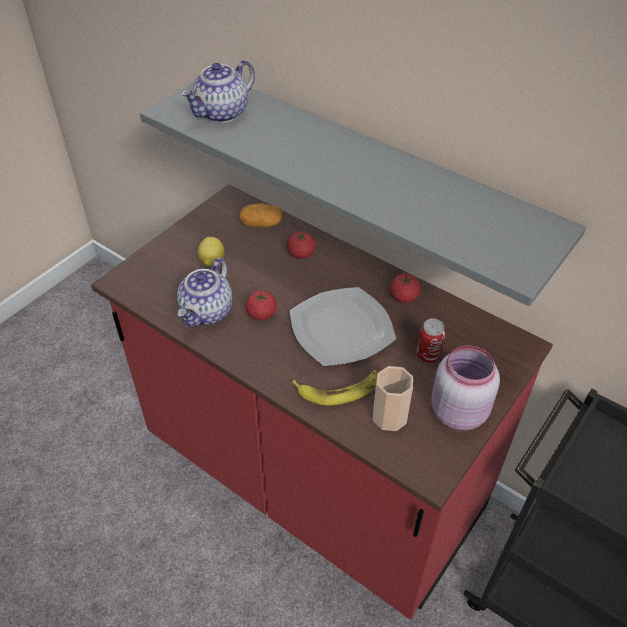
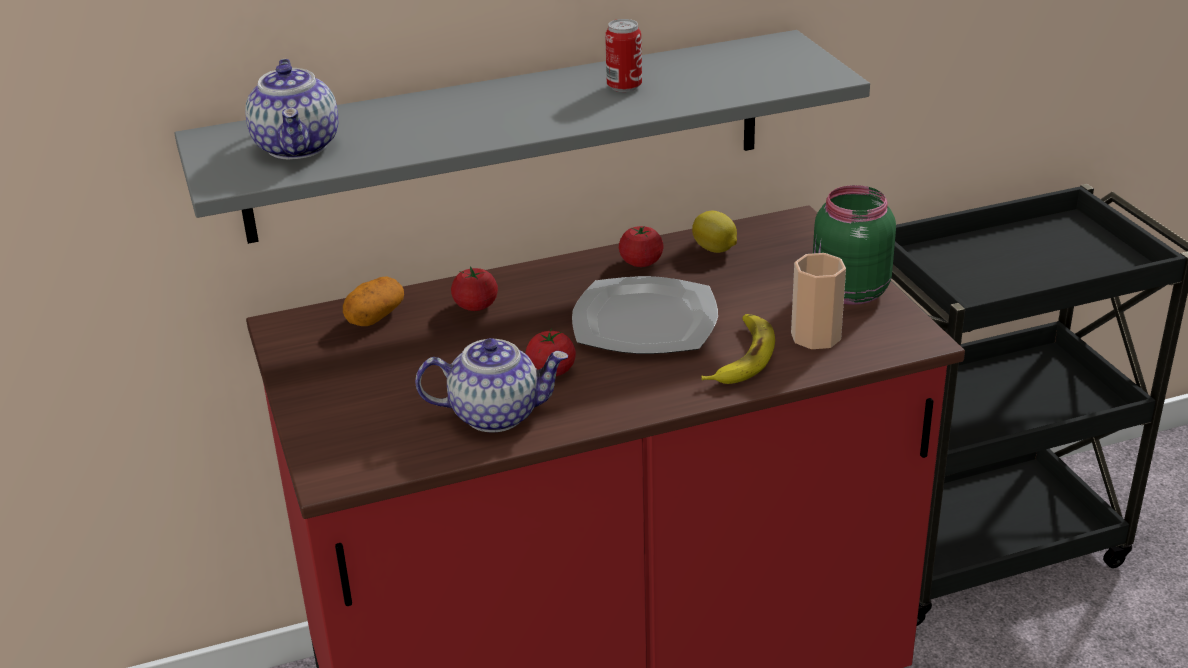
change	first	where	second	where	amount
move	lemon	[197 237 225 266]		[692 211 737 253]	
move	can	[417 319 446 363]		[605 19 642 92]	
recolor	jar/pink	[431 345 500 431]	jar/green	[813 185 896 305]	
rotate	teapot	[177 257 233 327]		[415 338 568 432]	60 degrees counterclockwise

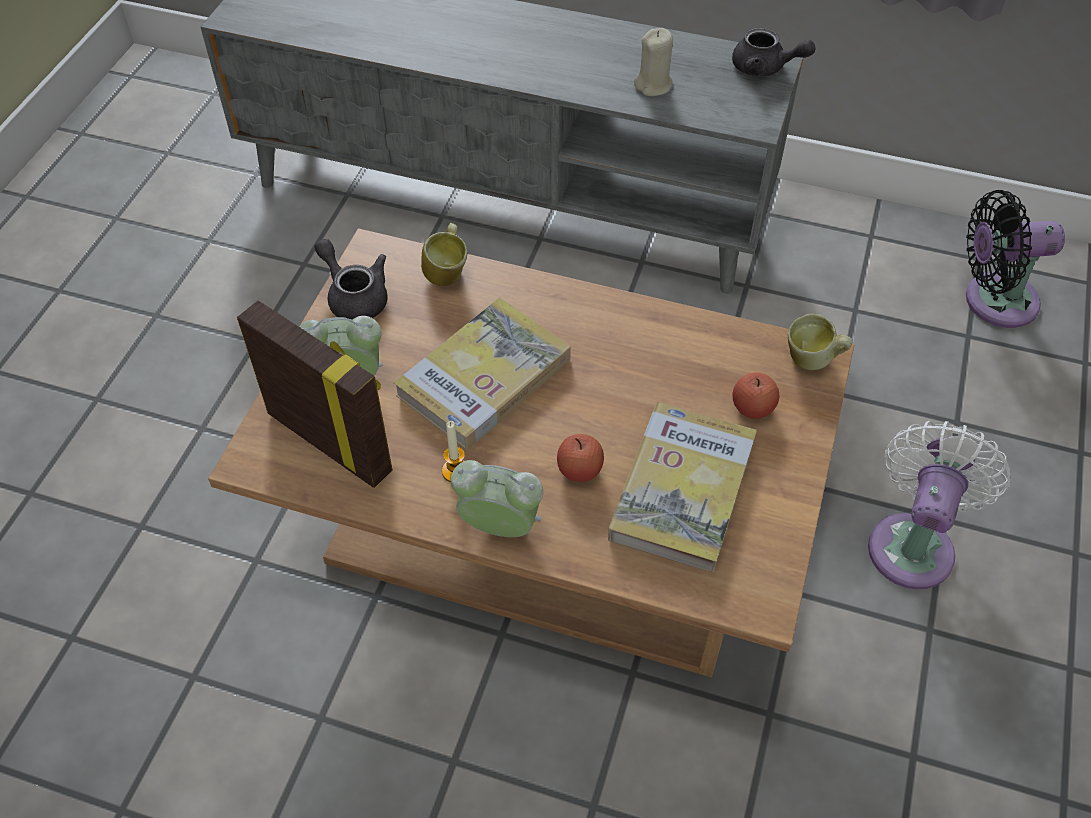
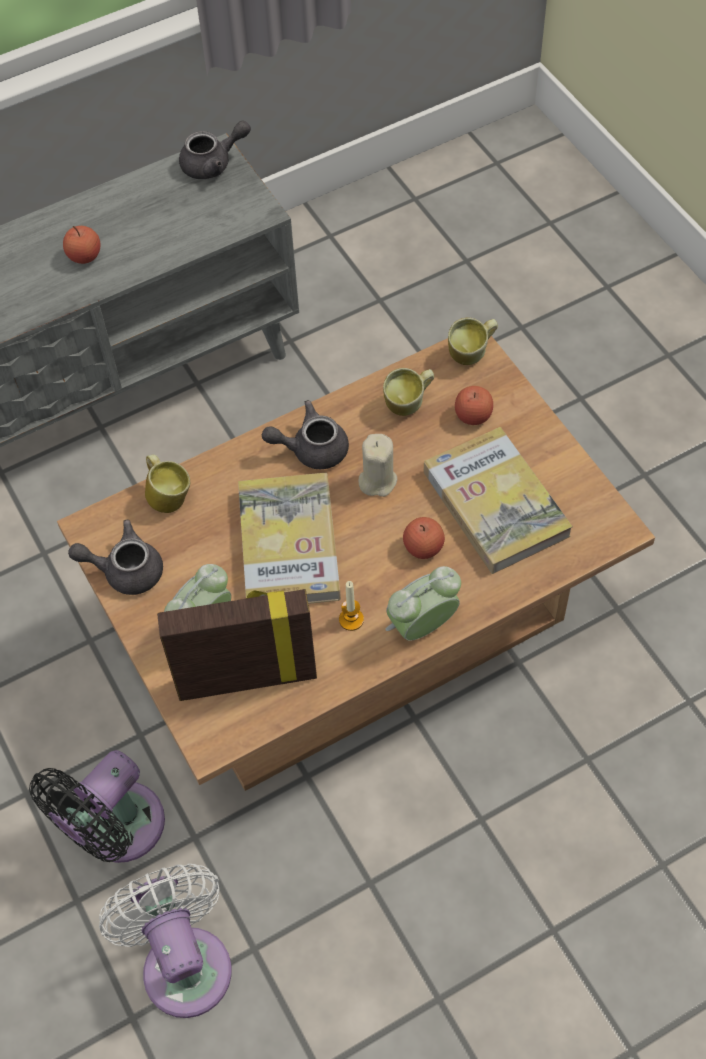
change	first	where	second	where	amount
insert			apple	[63 226 101 264]	
insert			teapot/grey	[262 400 349 469]	
insert			mug	[383 368 434 416]	
move	candle/beige	[634 28 673 96]		[358 434 397 497]	
move	fan/white	[868 421 1011 589]		[99 864 232 1018]	
move	fan/black	[966 190 1065 328]		[29 750 165 863]	

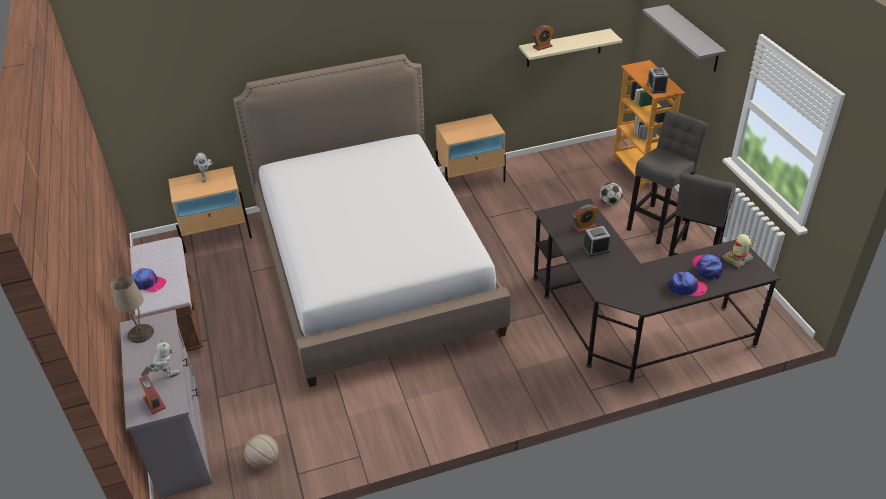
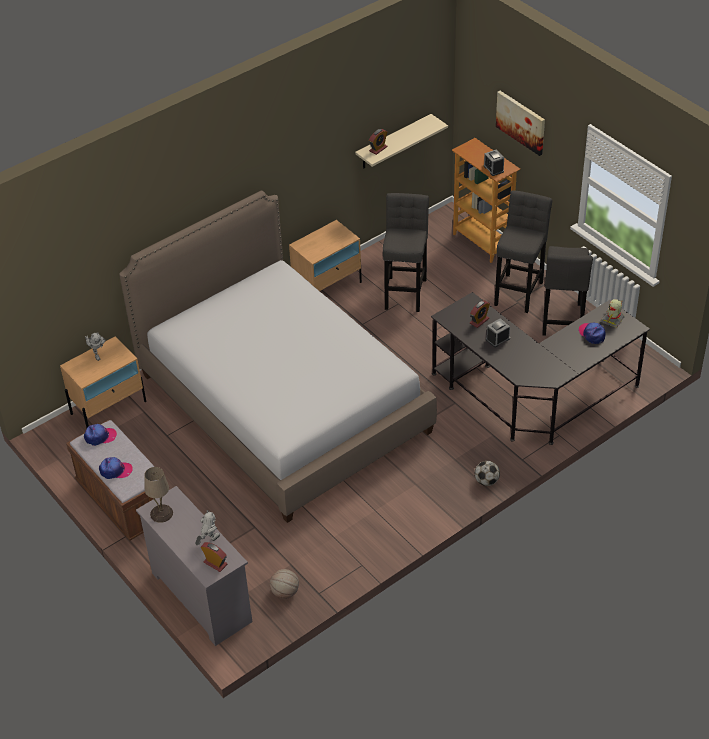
change	first	where	second	where	amount
insert			stool/grey	[383 193 429 312]	
move	football	[599 182 623 205]		[475 461 500 486]	
move	cap	[669 272 707 296]		[84 424 117 446]	
replace	shelf/grey	[643 5 726 72]	picture	[496 91 545 156]	

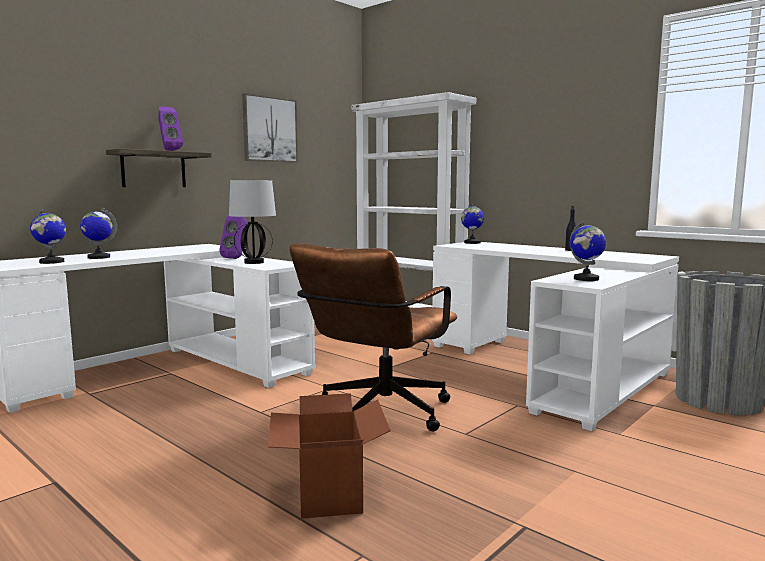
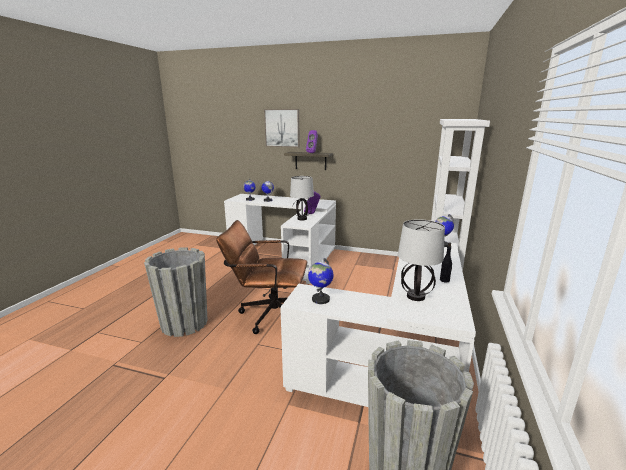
change	first	where	second	where	amount
insert			table lamp	[398 219 445 301]	
move	picture	[242 93 298 163]		[264 109 300 147]	
replace	cardboard box	[268 393 390 519]	planter/grey	[144 248 208 337]	

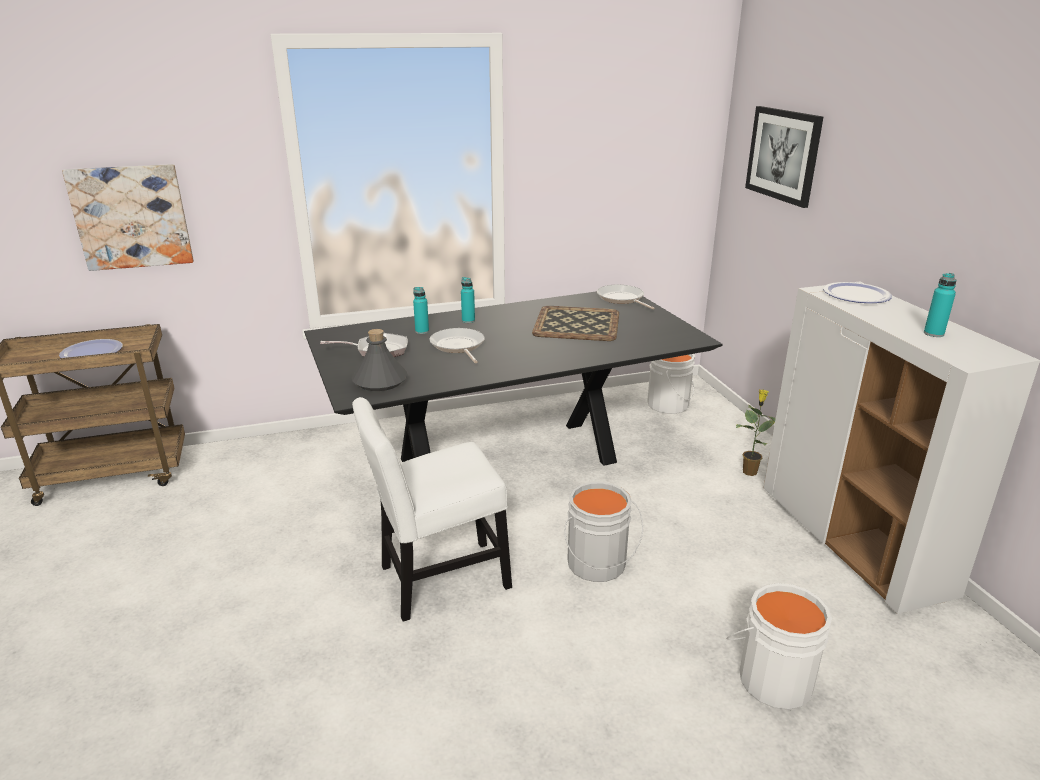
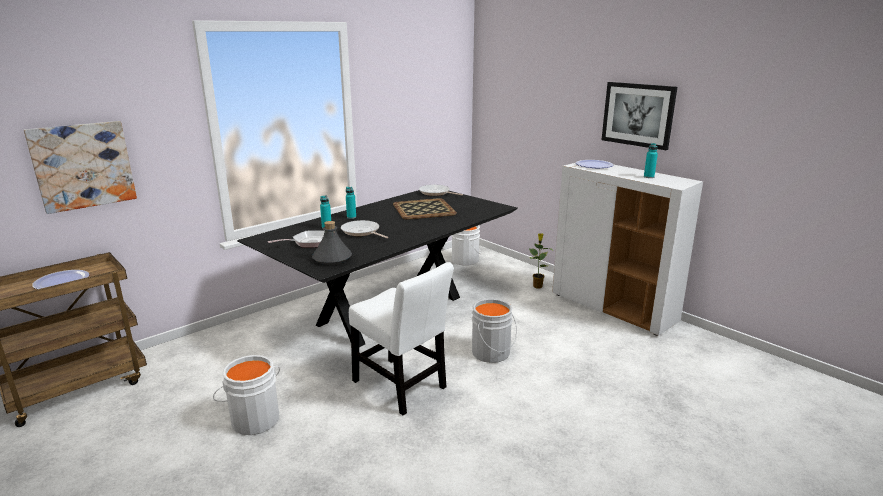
change	first	where	second	where	amount
move	bucket/white	[727 583 832 710]		[213 355 280 435]	
move	picture	[745 106 823 208]		[602 82 677 150]	
rotate	chair/white	[352 397 512 622]		[349 262 454 415]	90 degrees counterclockwise

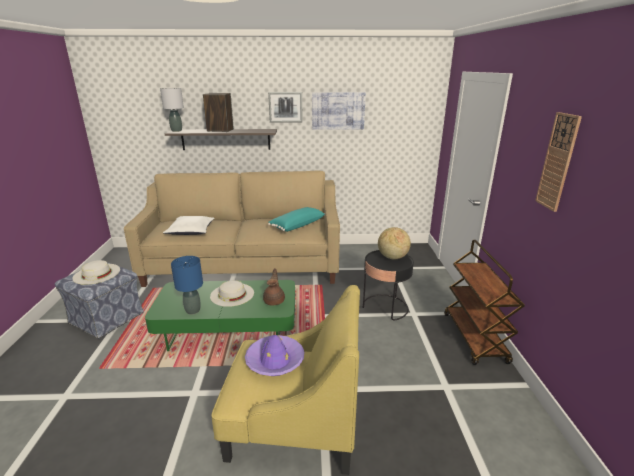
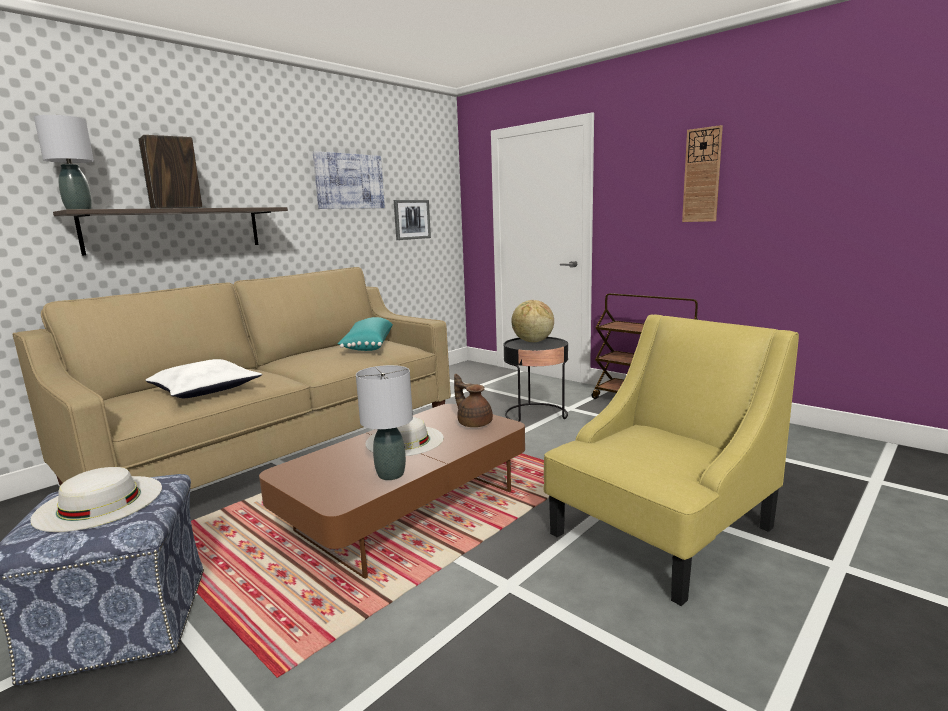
change	first	where	second	where	amount
delete	hat/purple	[245 335 304 376]			
move	picture	[268 92 303 123]		[394 200 431 240]	
recolor	coffee table/green	[145 280 295 351]	coffee table/brown	[259 404 525 579]	
recolor	table lamp/blue	[171 256 203 315]	table lamp/grey	[356 365 413 480]	

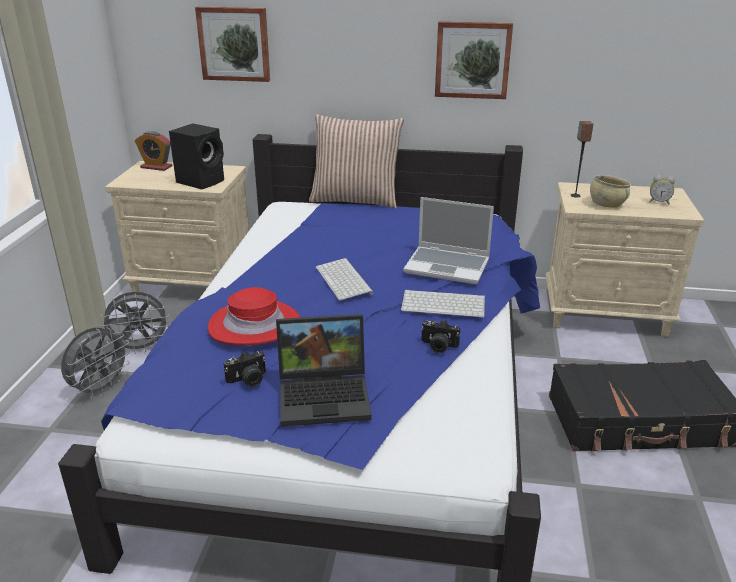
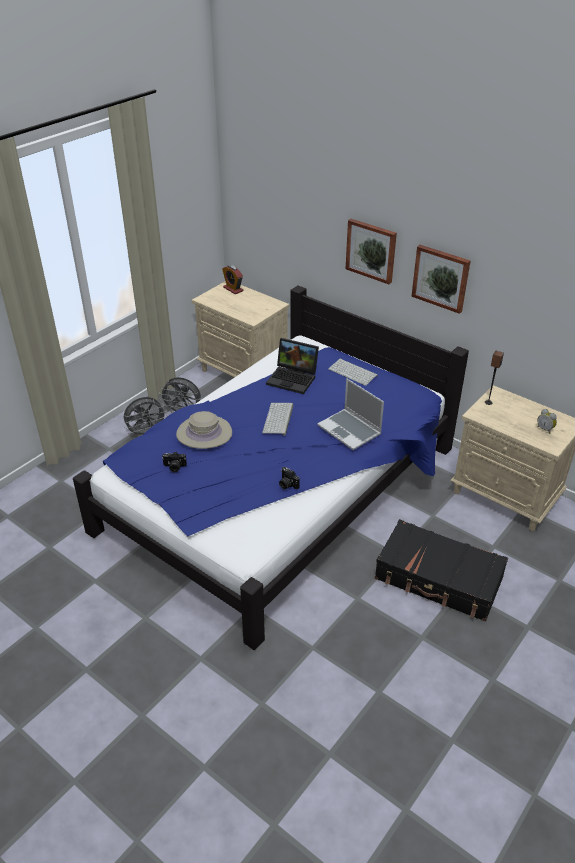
change	first	where	second	where	amount
delete	speaker/black	[169 123 224 189]			
delete	pillow	[309 114 404 209]			
delete	bowl/beige	[590 175 631 208]			
move	picture	[195 7 270 82]		[346 219 397 284]	
move	laptop	[276 314 371 427]		[266 338 319 394]	
move	keyboard	[401 290 485 317]		[328 359 378 386]	
recolor	hat/red	[208 287 301 345]	hat/beige	[176 411 232 449]	

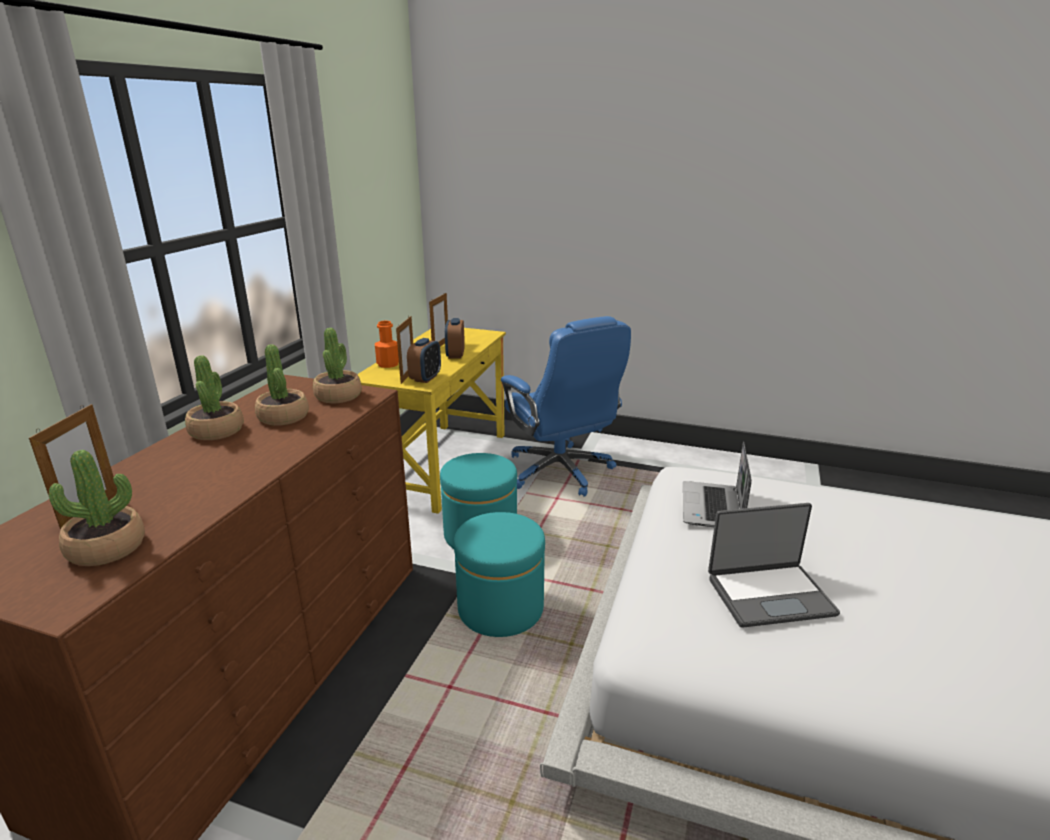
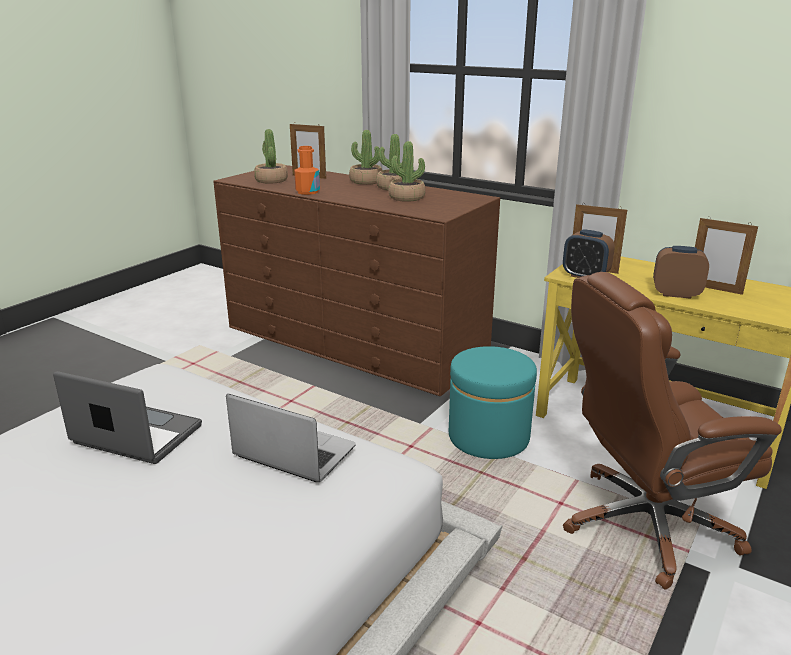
change	first	where	second	where	amount
delete	ottoman/turquoise	[454 512 545 637]			
move	potted plant	[313 328 361 403]		[349 130 382 185]	
move	bottle/orange	[375 321 399 368]		[294 146 320 195]	
recolor	office chair/blue	[501 316 631 497]	office chair/brown	[563 272 782 590]	
rotate	laptop	[708 503 840 628]		[53 371 202 464]	105 degrees clockwise

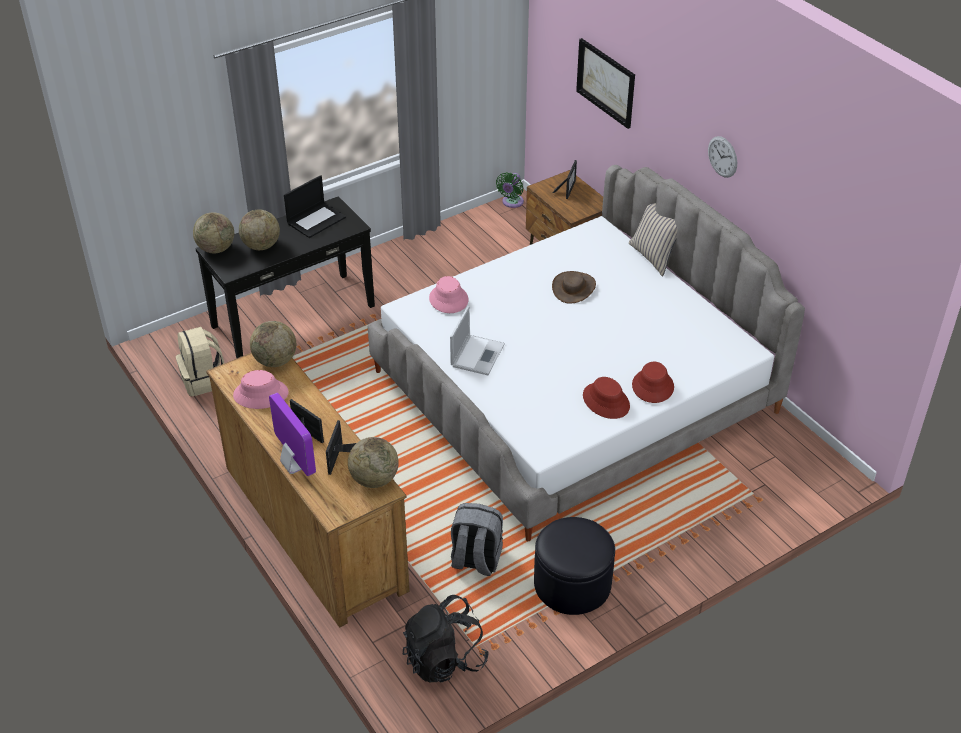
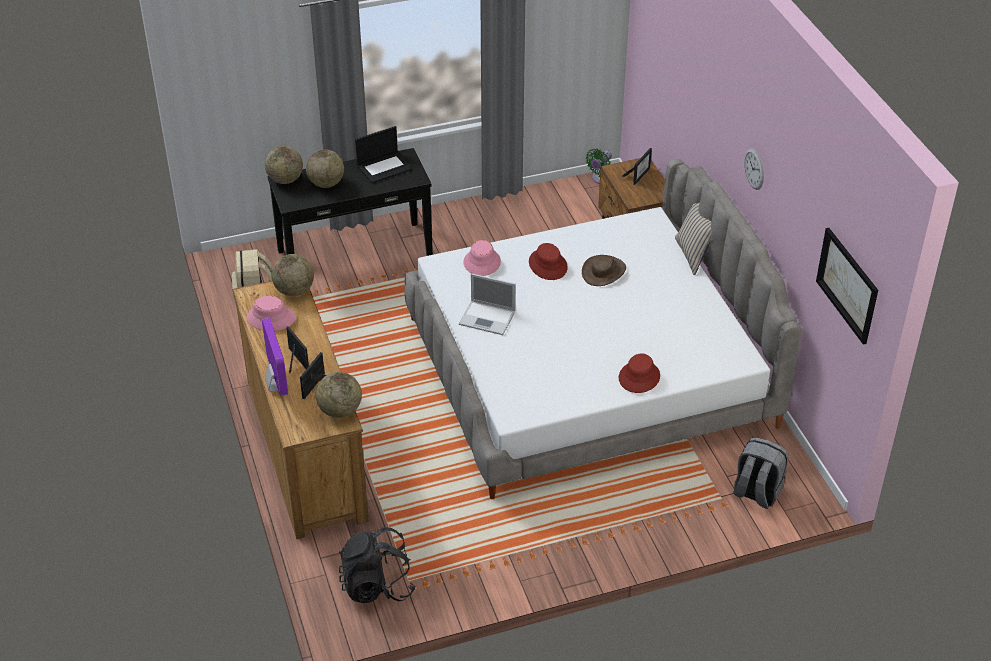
change	first	where	second	where	amount
delete	ottoman/black	[534 517 615 615]			
move	backpack/grey	[451 503 503 576]		[733 437 789 509]	
move	picture	[576 38 635 129]		[816 228 878 345]	
move	hat/red	[583 377 630 419]		[529 243 568 280]	
rotate	laptop	[450 306 505 375]		[459 273 516 335]	75 degrees clockwise

